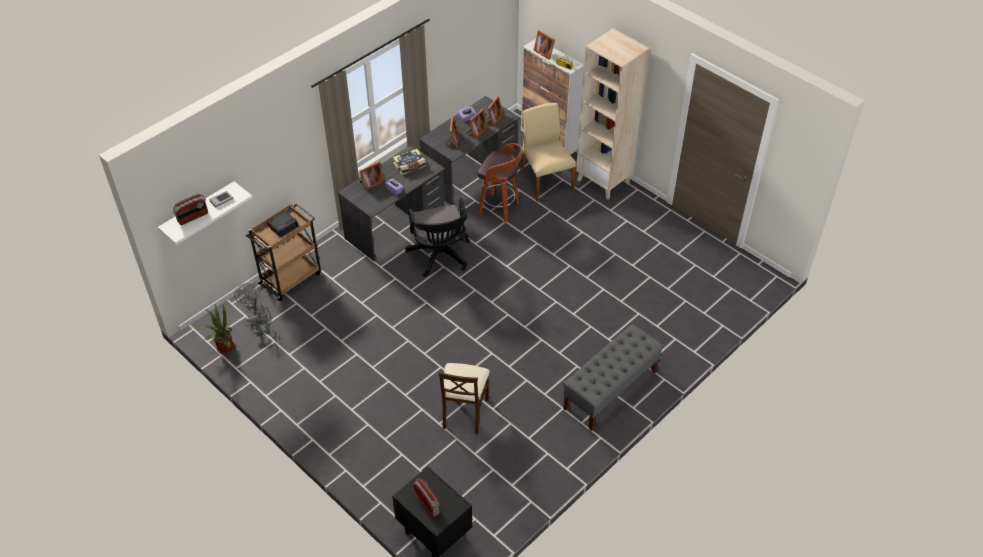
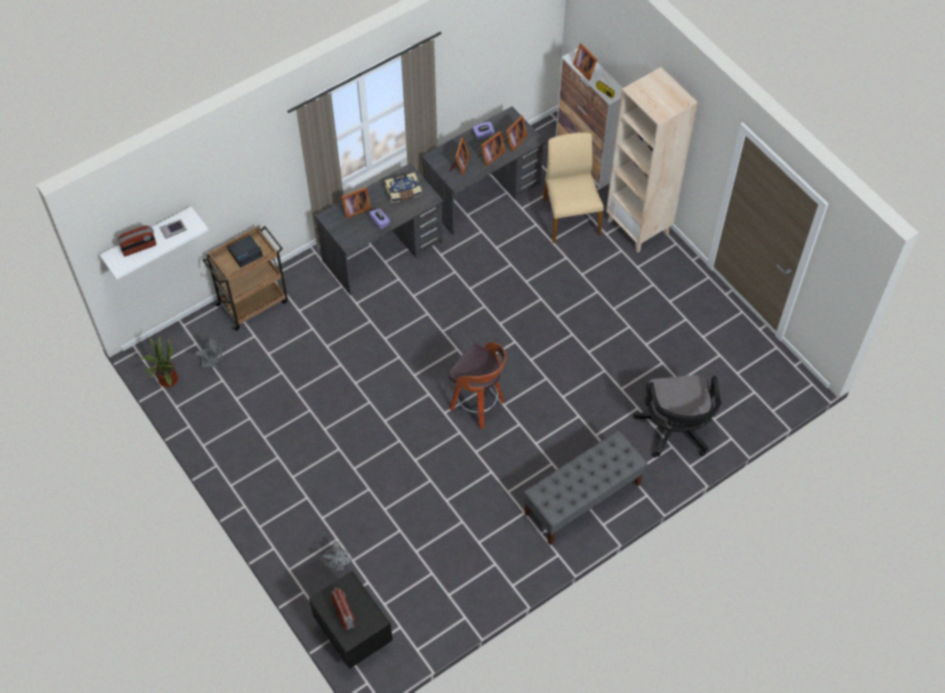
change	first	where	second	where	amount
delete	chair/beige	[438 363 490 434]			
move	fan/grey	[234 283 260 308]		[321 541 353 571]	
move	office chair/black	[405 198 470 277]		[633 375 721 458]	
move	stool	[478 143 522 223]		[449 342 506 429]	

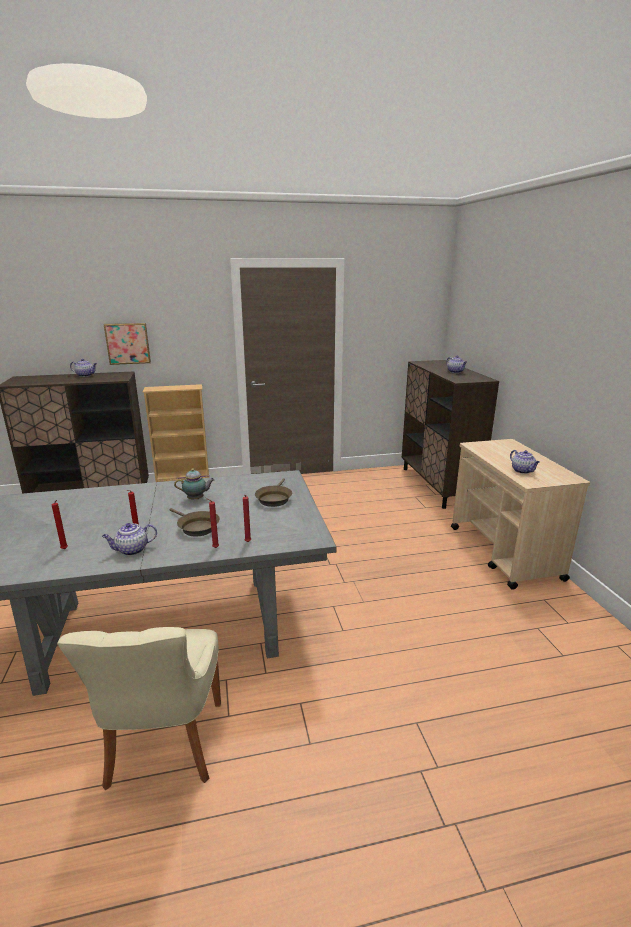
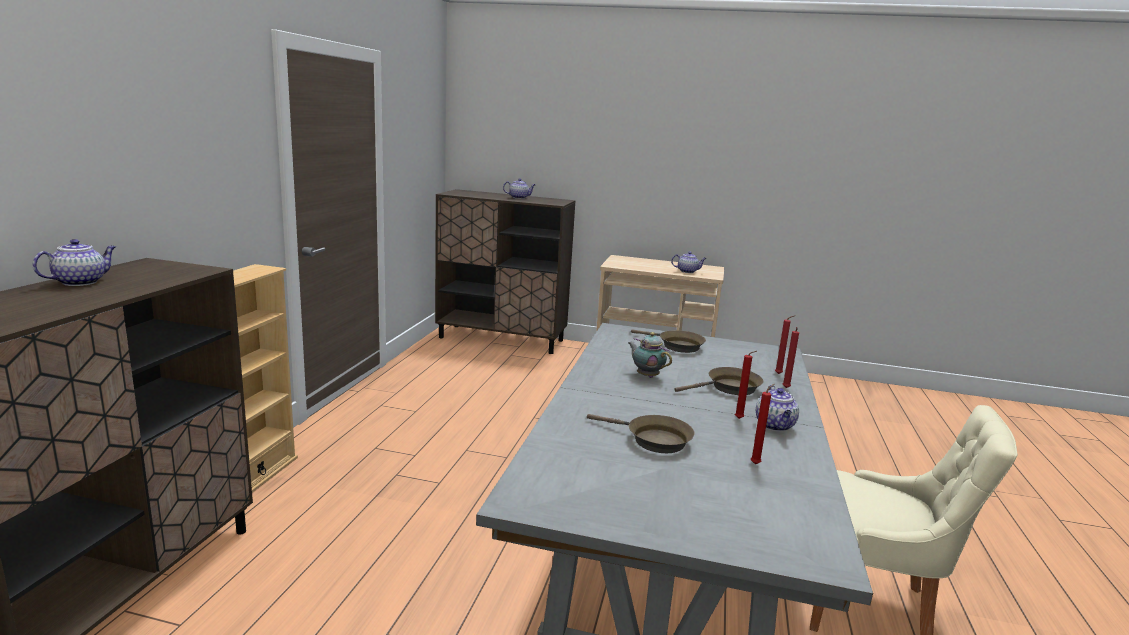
change	first	where	second	where	amount
delete	picture	[104 323 151 365]			
insert			frying pan/brown	[587 414 694 453]	
rotate	teapot	[174 468 215 500]		[628 332 672 378]	60 degrees counterclockwise

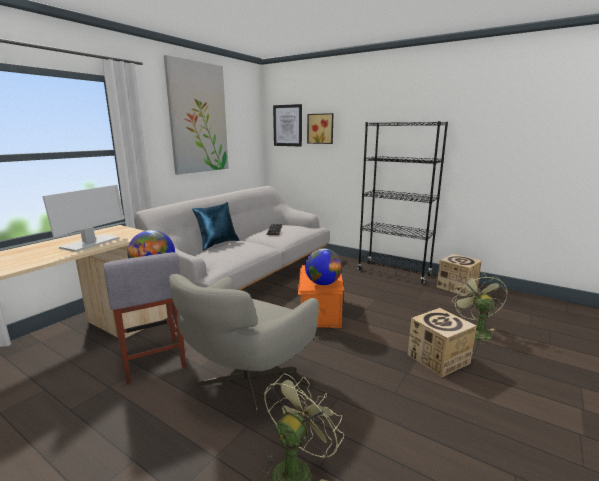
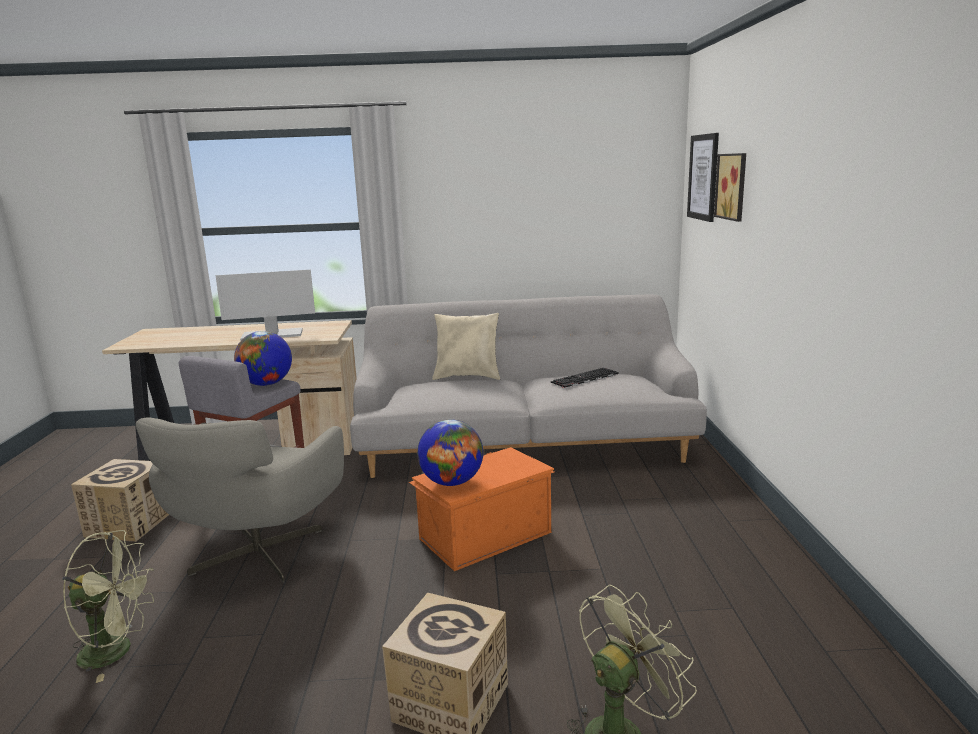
change	first	where	second	where	amount
delete	picture	[164 55 229 175]			
delete	bookcase/black	[358 121 448 284]			
move	cardboard box	[437 254 482 296]		[71 459 169 542]	
recolor	pillow/blue	[192 202 239 251]	pillow/beige	[432 313 500 380]	
rotate	armchair/grey	[169 274 319 414]		[136 418 344 583]	75 degrees counterclockwise

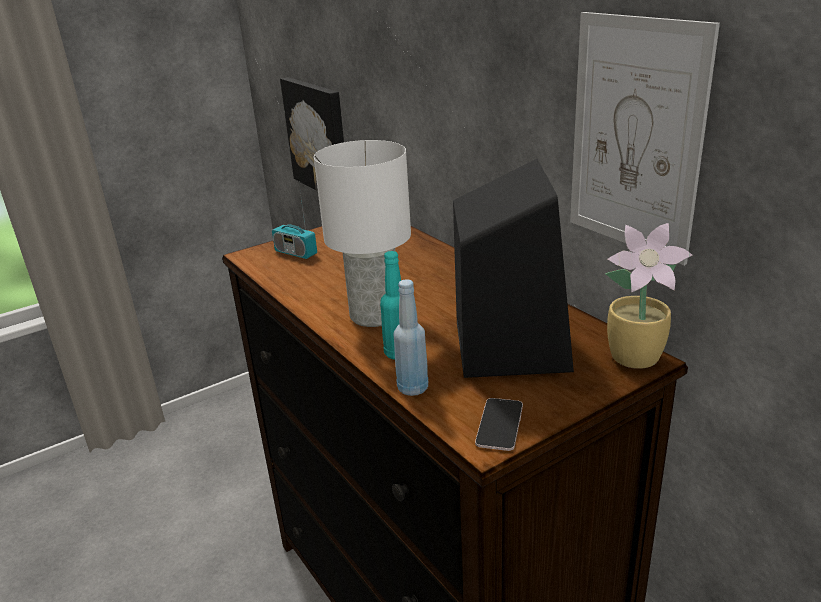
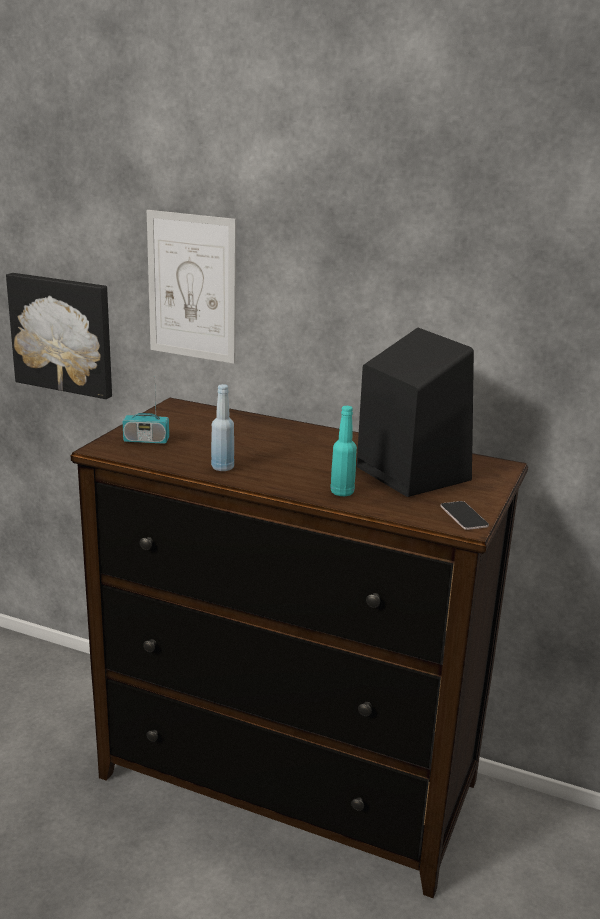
change	first	where	second	where	amount
delete	table lamp/white	[314 140 411 327]			
delete	potted plant	[605 223 693 369]			
move	bottle/blue	[393 279 428 396]		[211 384 234 471]	
move	picture	[570 12 720 265]		[147 210 237 364]	

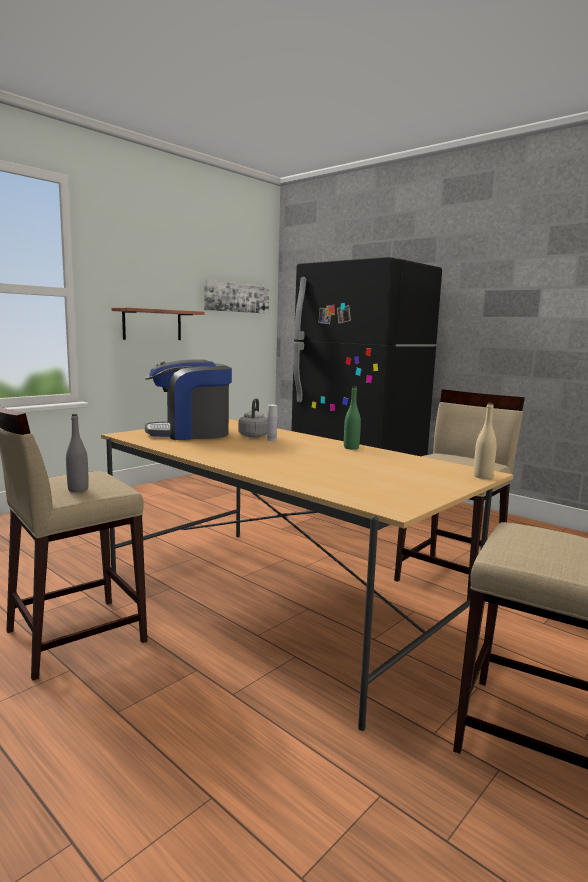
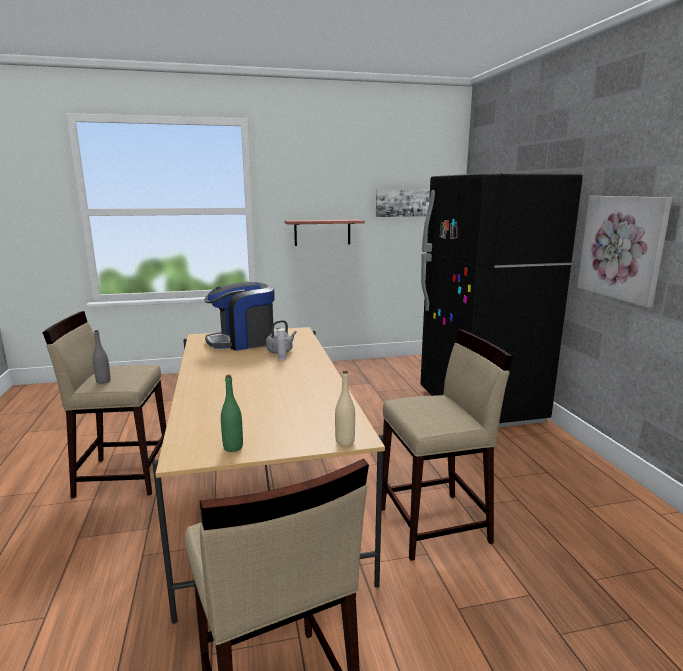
change	first	where	second	where	amount
insert			picture	[577 196 672 307]	
move	bottle/green	[344 386 361 450]		[221 375 243 452]	
rotate	coffee machine	[145 359 232 440]		[204 282 275 351]	45 degrees counterclockwise

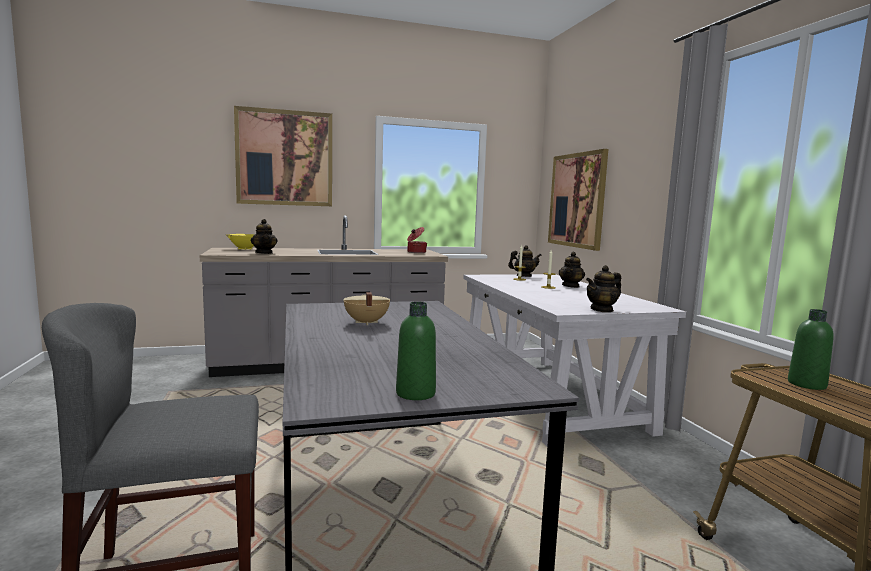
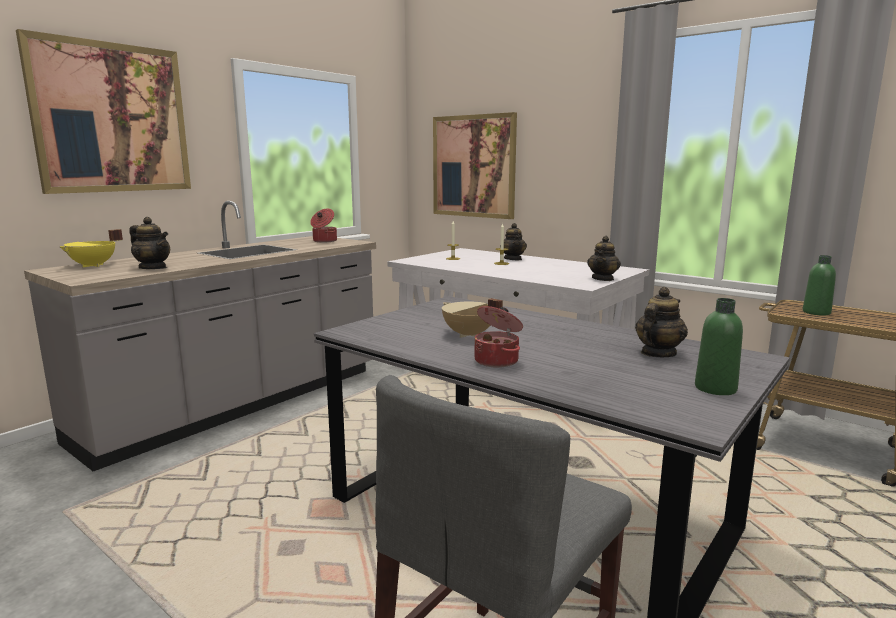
change	first	where	second	where	amount
insert			cooking pot	[474 306 523 368]	
move	teapot	[508 245 542 277]		[635 287 688 358]	

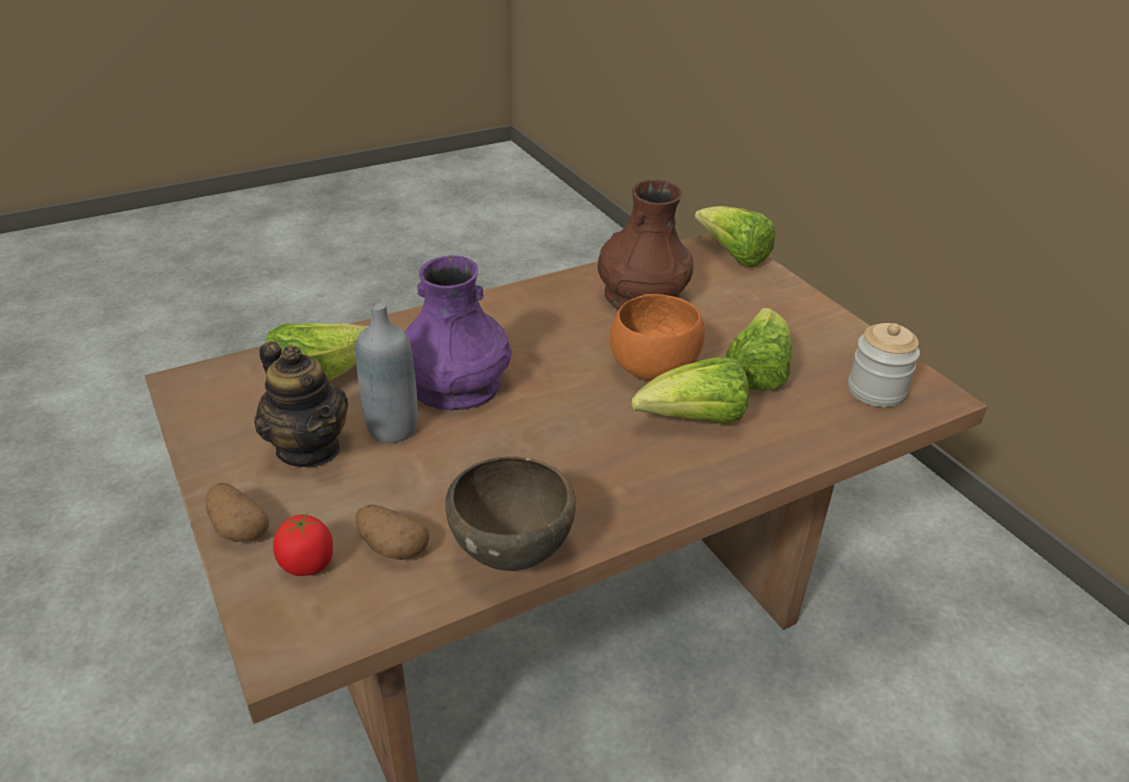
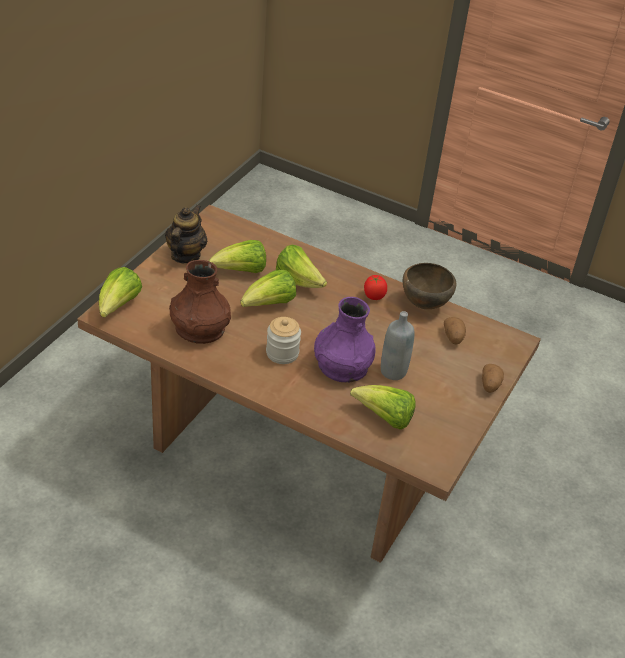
change	first	where	second	where	amount
move	teapot	[254 341 348 467]		[165 205 207 263]	
move	tomato	[273 512 333 576]		[364 275 387 300]	
move	jar	[848 323 920 407]		[266 317 301 364]	
replace	bowl/orange	[610 294 705 381]	lettuce	[240 270 296 307]	

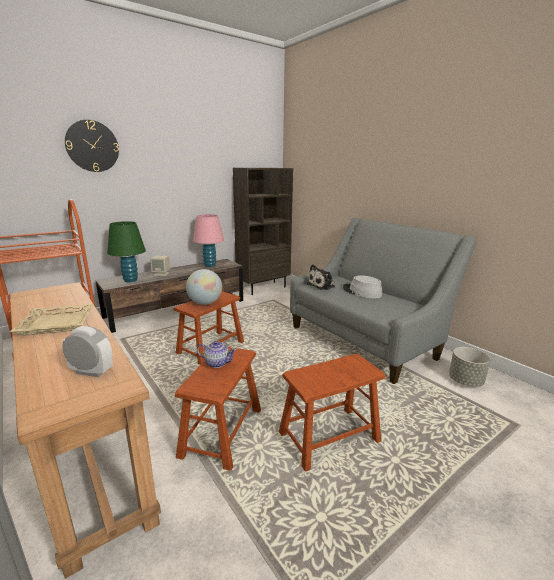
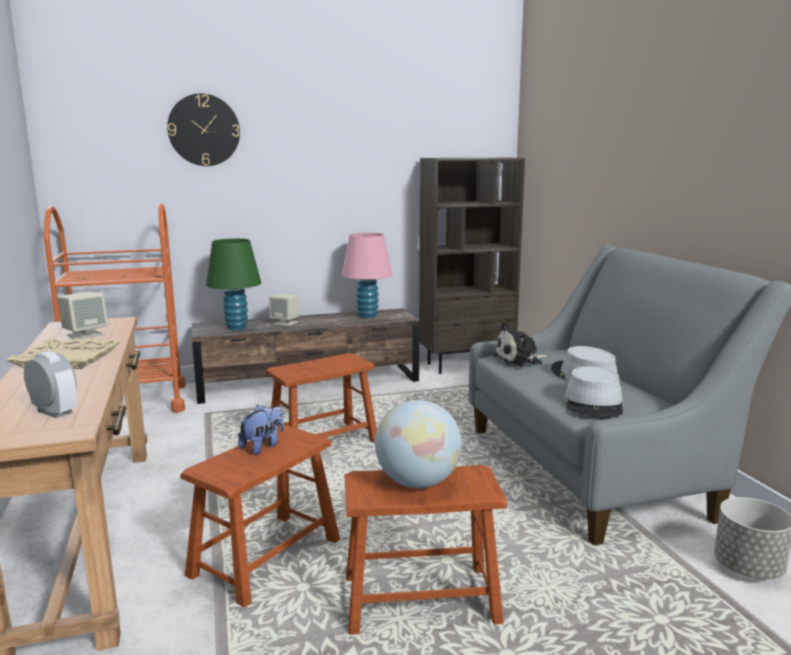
change	first	where	second	where	amount
insert			speaker/beige	[57 292 108 339]	
insert			hat/grey	[564 366 624 416]	
move	globe	[186 269 222 305]		[375 400 462 488]	
replace	teapot	[197 341 237 368]	plush toy	[238 405 284 454]	

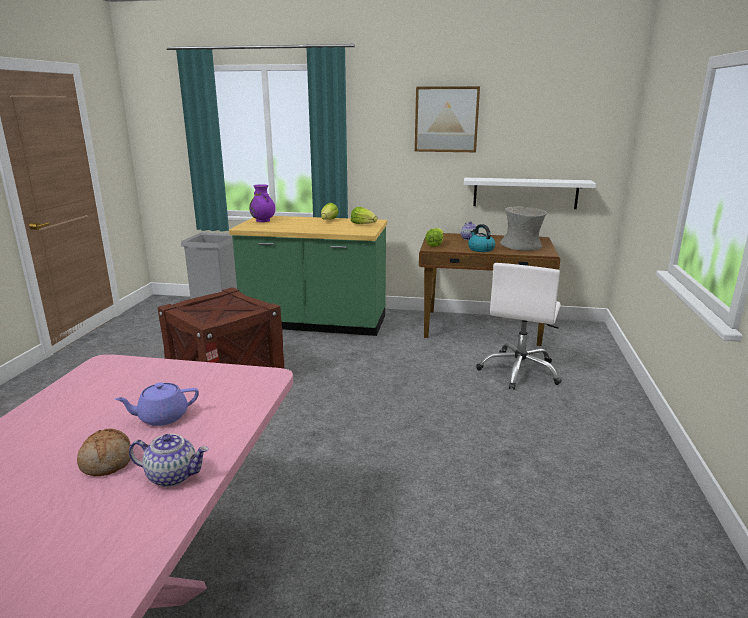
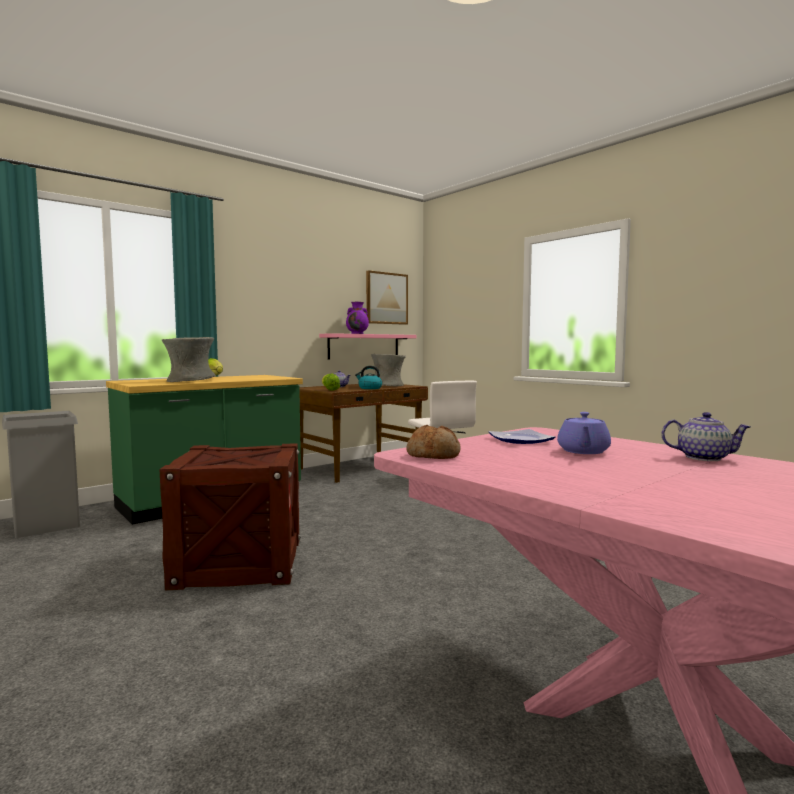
change	first	where	second	where	amount
delete	lettuce	[351 207 377 224]			
insert			vase/grey	[162 337 216 382]	
insert			plate	[489 429 556 444]	
move	bread	[77 428 131 476]		[406 425 461 459]	
move	vase/purple	[249 184 275 222]		[346 302 369 334]	
move	picture	[415 86 480 152]		[366 270 408 325]	
recolor	shelf/white	[464 178 596 209]	shelf/pink	[319 333 416 360]	
rotate	teapot	[129 434 208 487]		[661 412 751 461]	60 degrees clockwise

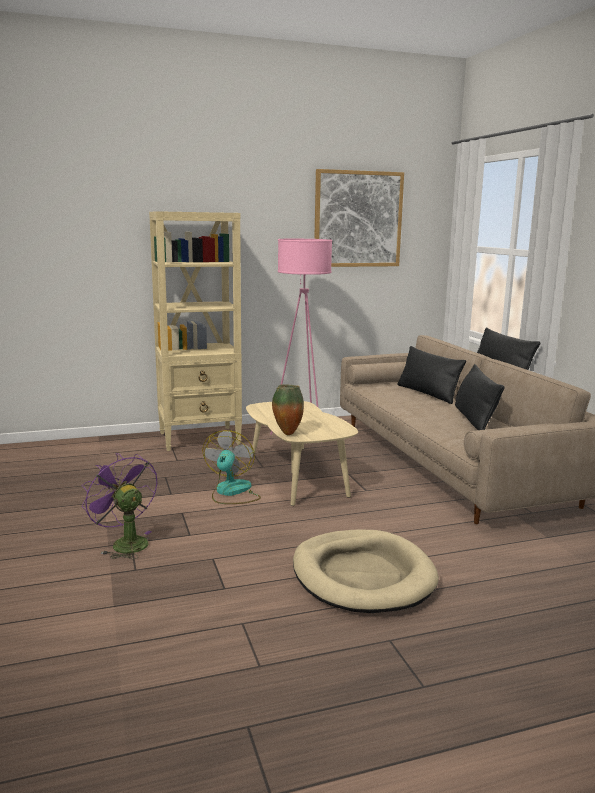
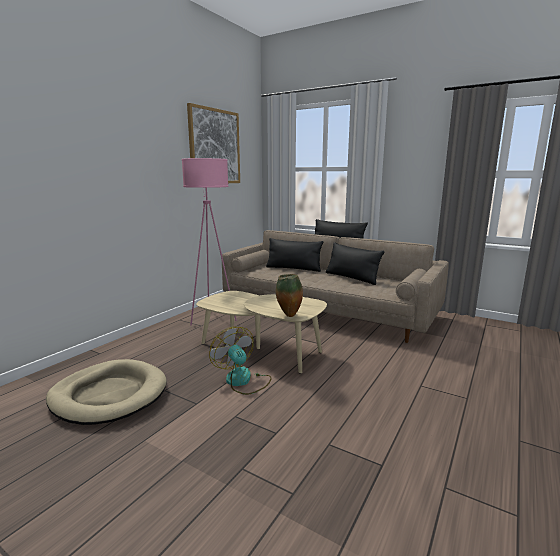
change	first	where	second	where	amount
delete	fan/purple	[82 453 157 559]			
delete	bookcase/beige	[149 211 242 451]			
move	dog bed/beige	[293 529 439 613]		[46 359 167 425]	

